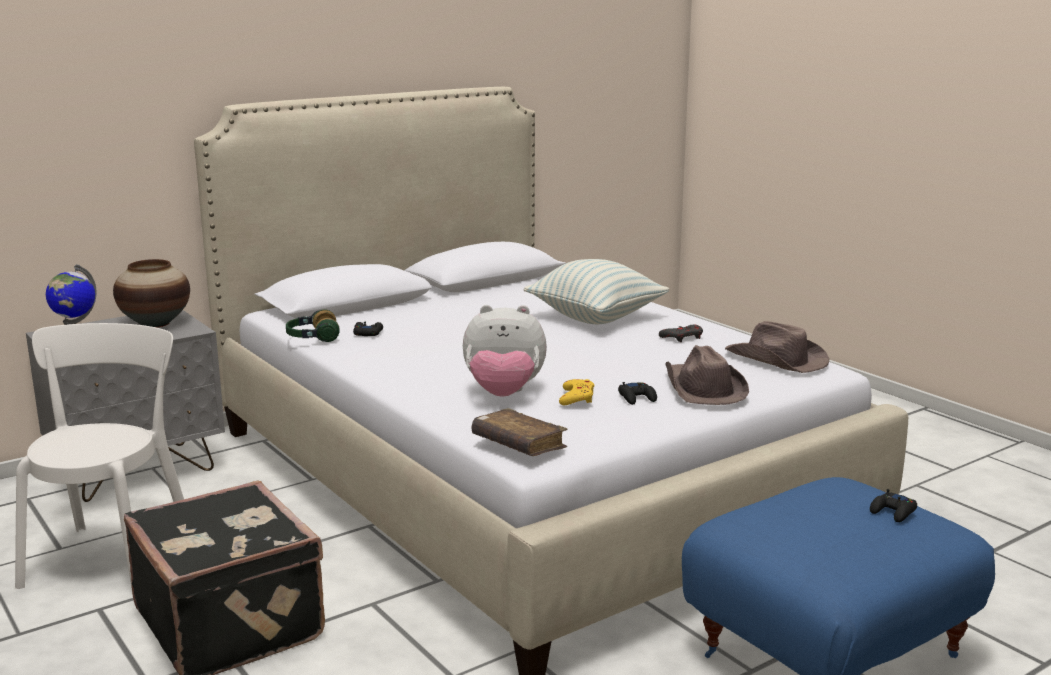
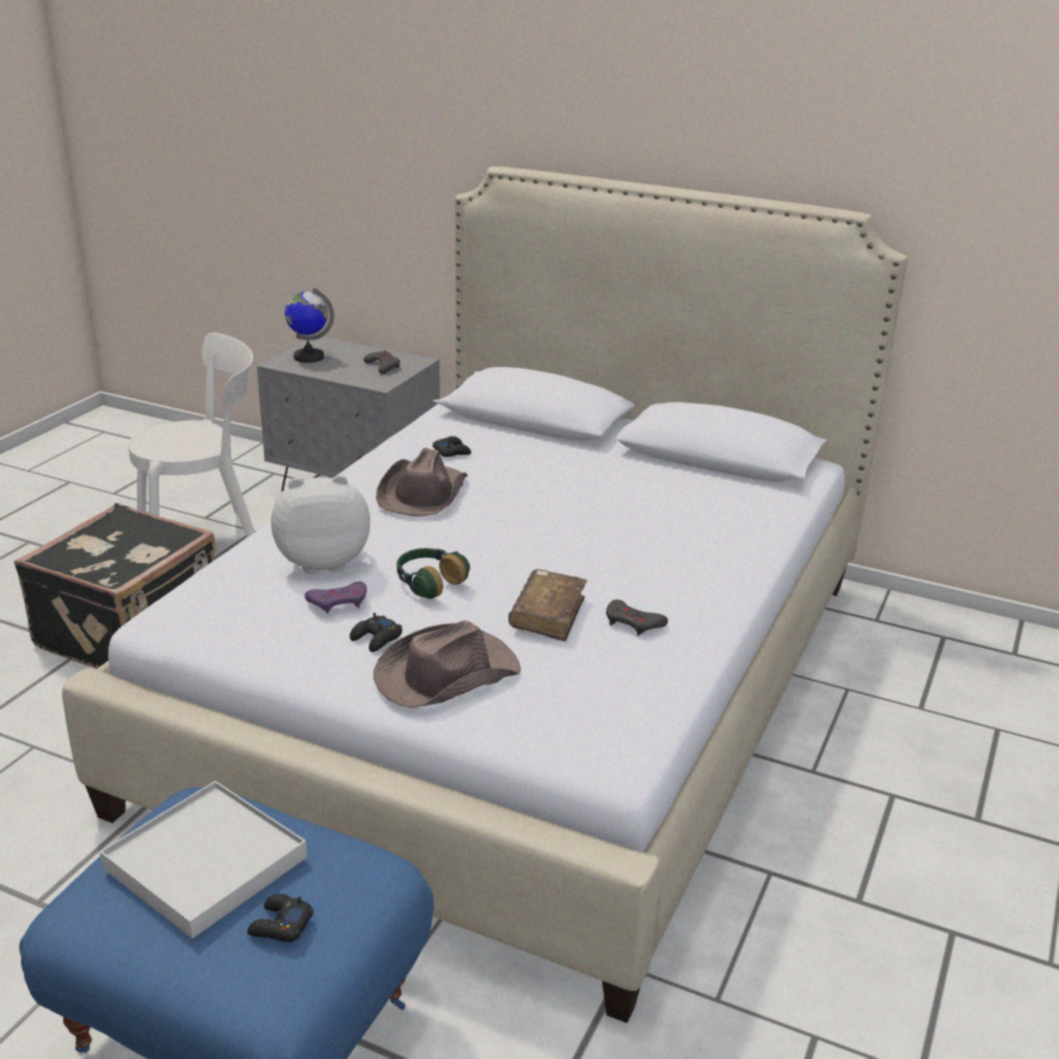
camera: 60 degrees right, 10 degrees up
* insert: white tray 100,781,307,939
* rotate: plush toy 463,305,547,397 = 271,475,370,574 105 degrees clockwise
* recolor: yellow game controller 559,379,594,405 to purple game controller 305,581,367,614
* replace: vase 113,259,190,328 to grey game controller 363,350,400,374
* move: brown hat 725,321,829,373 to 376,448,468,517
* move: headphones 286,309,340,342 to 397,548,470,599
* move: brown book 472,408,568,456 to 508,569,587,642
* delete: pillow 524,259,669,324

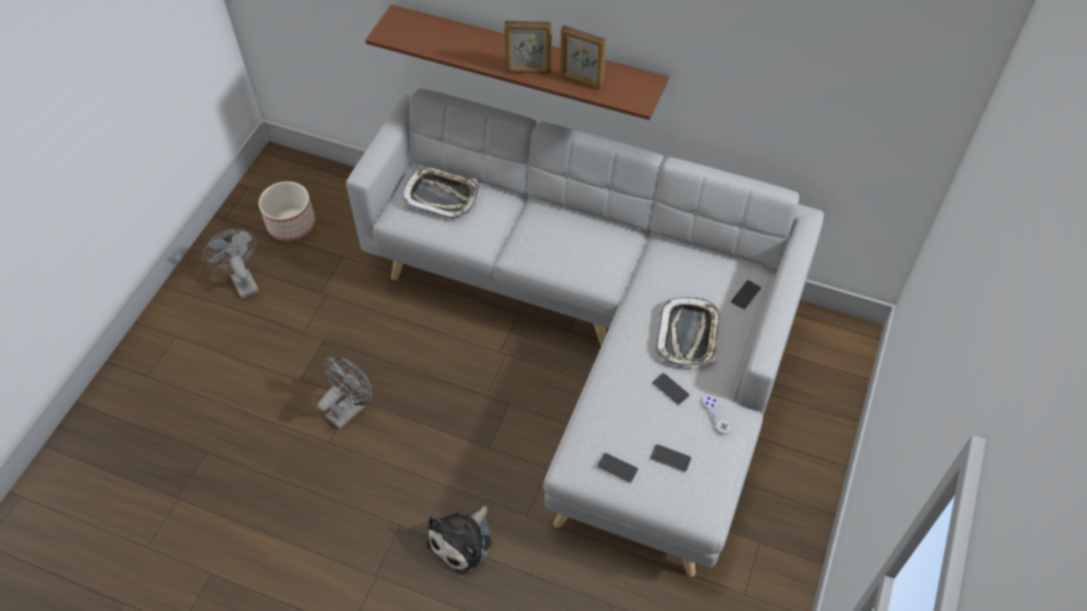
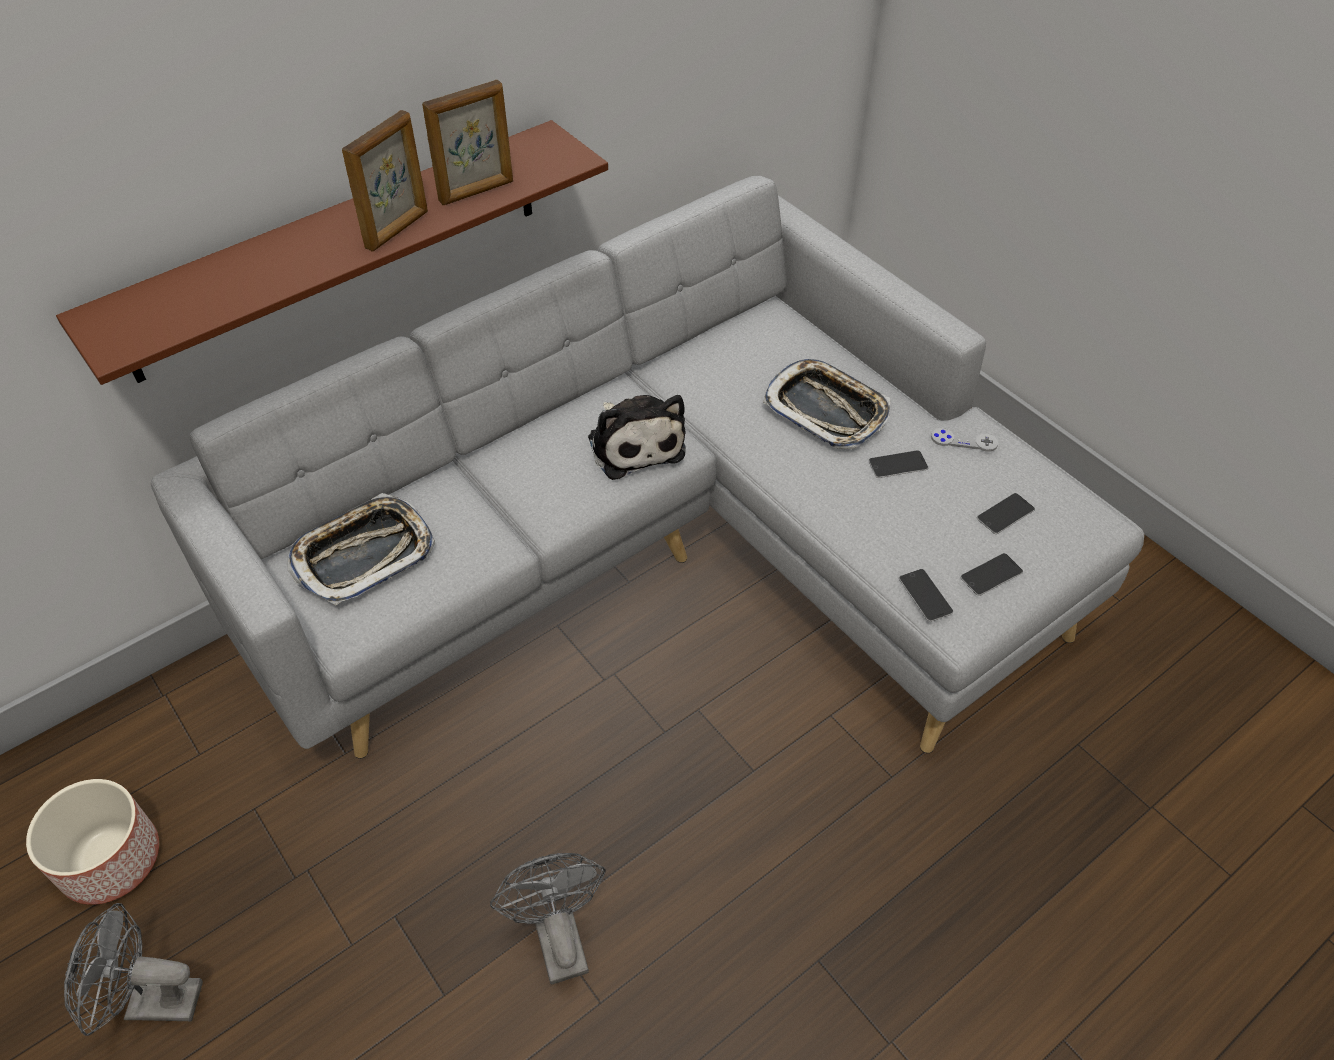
camera: 60 degrees left, 5 degrees down
* move: plush toy 426,506,492,575 to 588,395,686,480
* move: phone 730,280,761,310 to 899,569,954,622

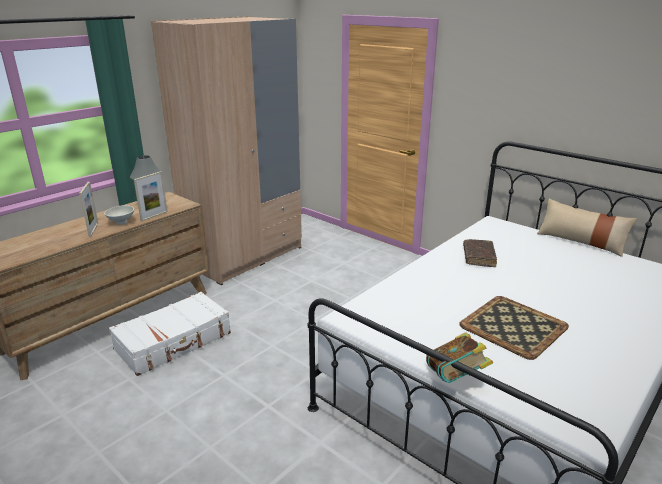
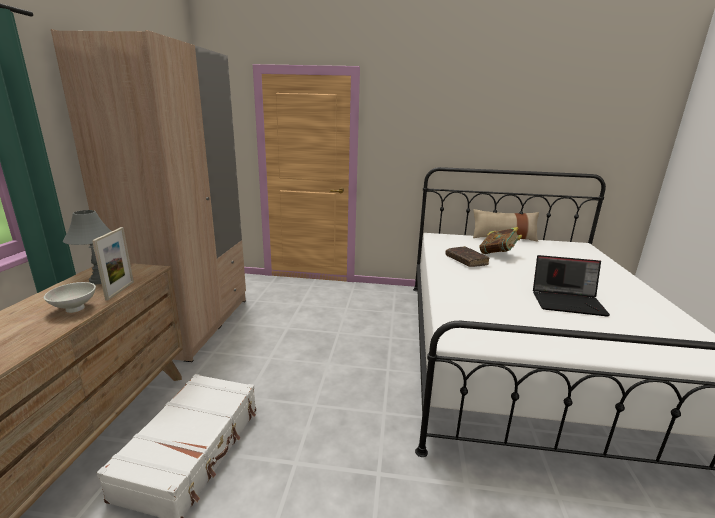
camera: 35 degrees left, 5 degrees down
* move: book 426,332,493,383 to 479,227,522,254
* replace: tray 459,296,569,360 to laptop 533,255,610,316
* delete: picture frame 79,182,98,237

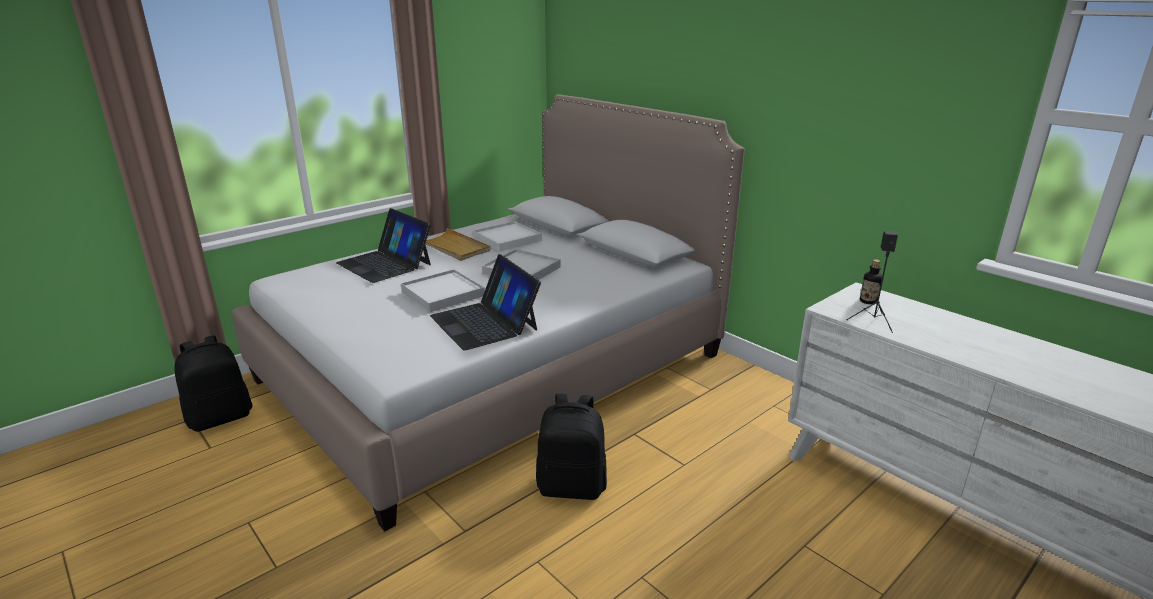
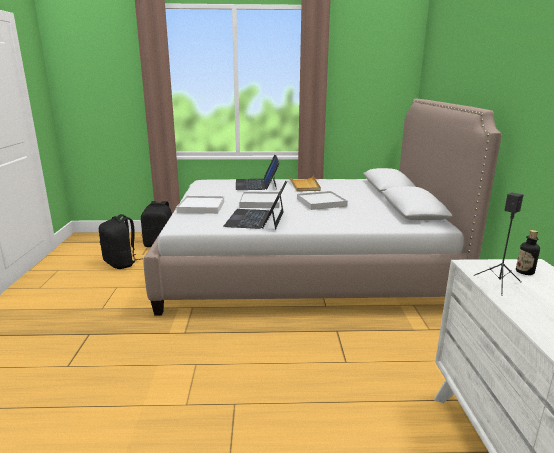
camera: 40 degrees right, 5 degrees down
* move: black backpack 536,394,607,500 to 99,214,143,269
* move: white tray 473,221,542,251 to 176,196,224,214

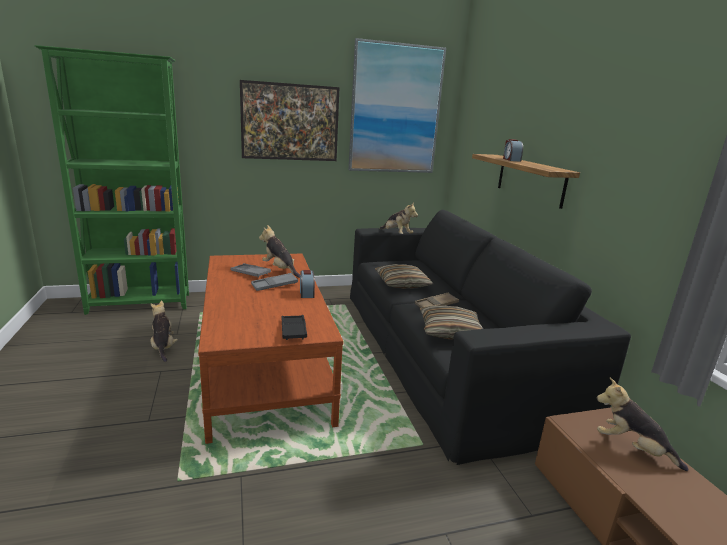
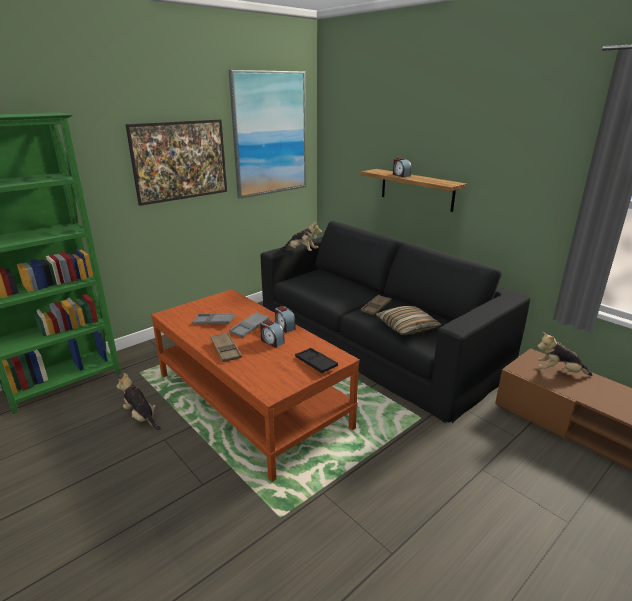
camera: 25 degrees left, 5 degrees up
* insert: brown tray 210,332,242,362
* insert: alarm clock 260,320,285,348
* delete: plush toy 259,225,300,278
* delete: pillow 375,264,433,288

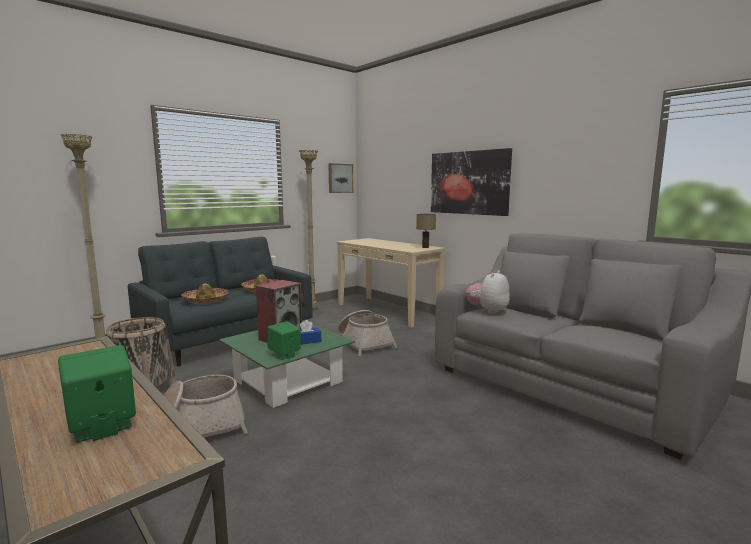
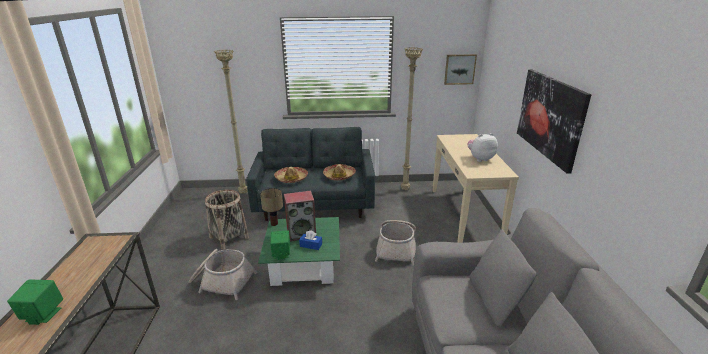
camera: 40 degrees right, 15 degrees up
* move: table lamp 416,214,436,248 to 260,188,283,226
* move: plush toy 466,270,510,314 to 467,133,498,162

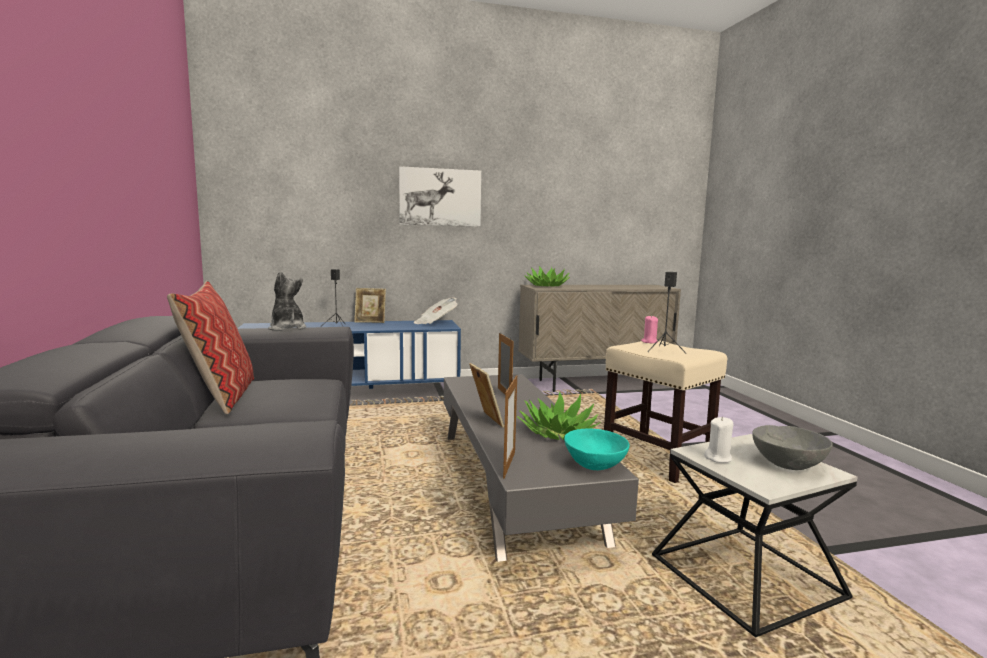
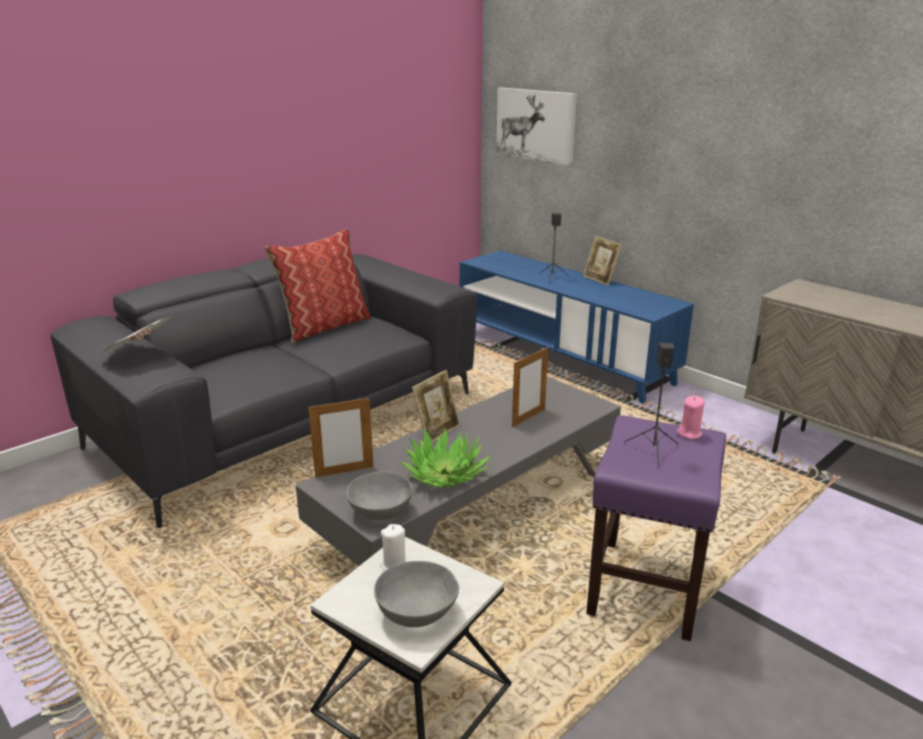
camera: 60 degrees right, 15 degrees up
* move: newspaper 414,297,458,324 to 99,315,173,355
* recolor: turquoise bowl 564,428,630,470 to grey bowl 347,472,412,520
* move: picture 399,166,481,227 to 496,88,577,166
* recolor: beige stool 604,340,727,483 to purple stool 586,415,726,641
* delete: plush toy 268,271,306,331
* delete: potted plant 524,266,570,286

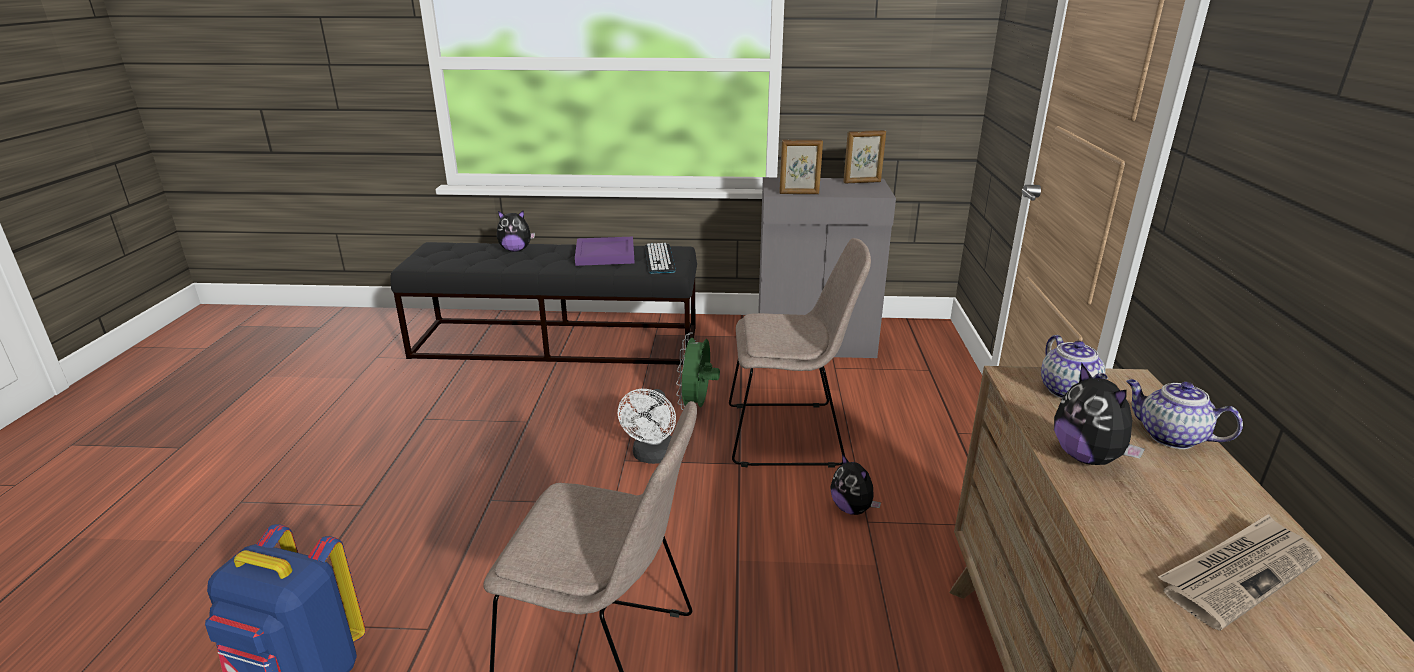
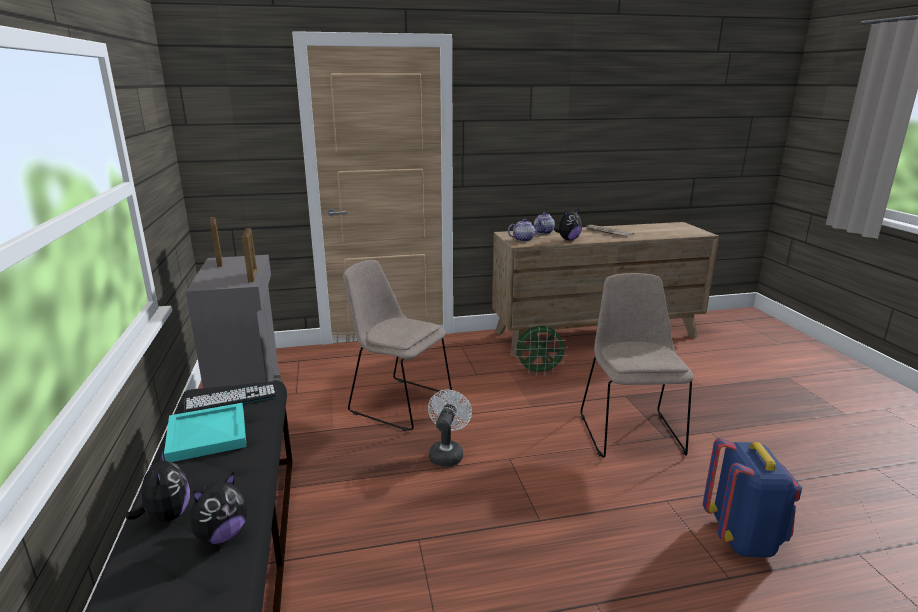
camera: 105 degrees left, 5 degrees down
* recolor: purple tray 575,237,634,266 to turquoise tray 164,403,247,462
* move: plush toy 830,454,881,515 to 190,472,248,544
* rotate: beige chair 729,238,871,468 = 343,260,452,431 45 degrees counterclockwise
* rotate: white fan 618,389,676,464 = 428,390,472,467 75 degrees counterclockwise
* move: green fan 676,332,720,410 to 515,326,568,376

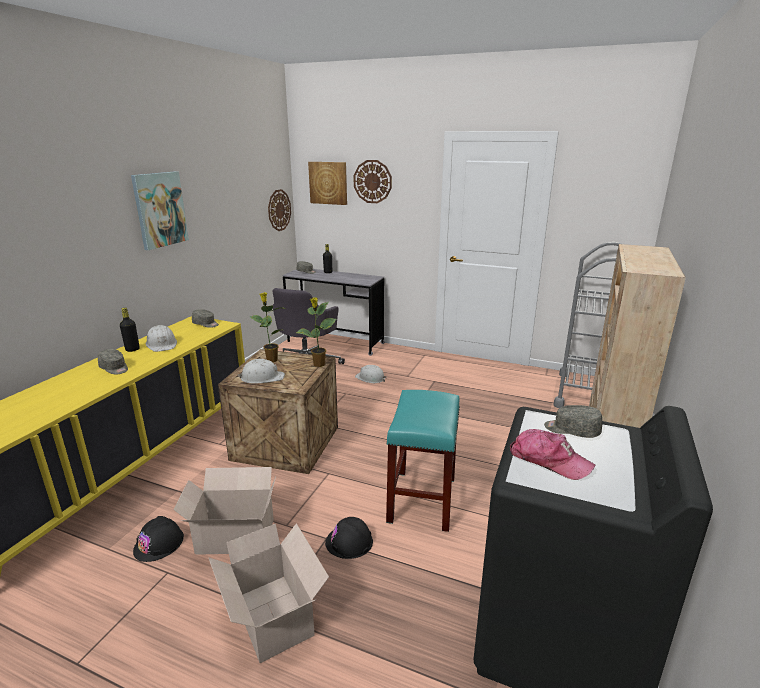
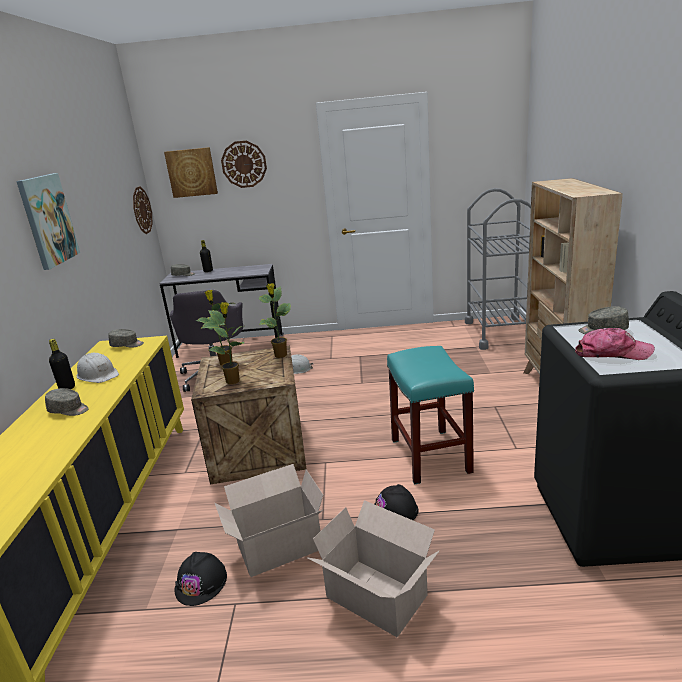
camera: 20 degrees left, 0 degrees up
* replace: white hard hat 238,359,285,384 to potted plant 200,302,245,384

